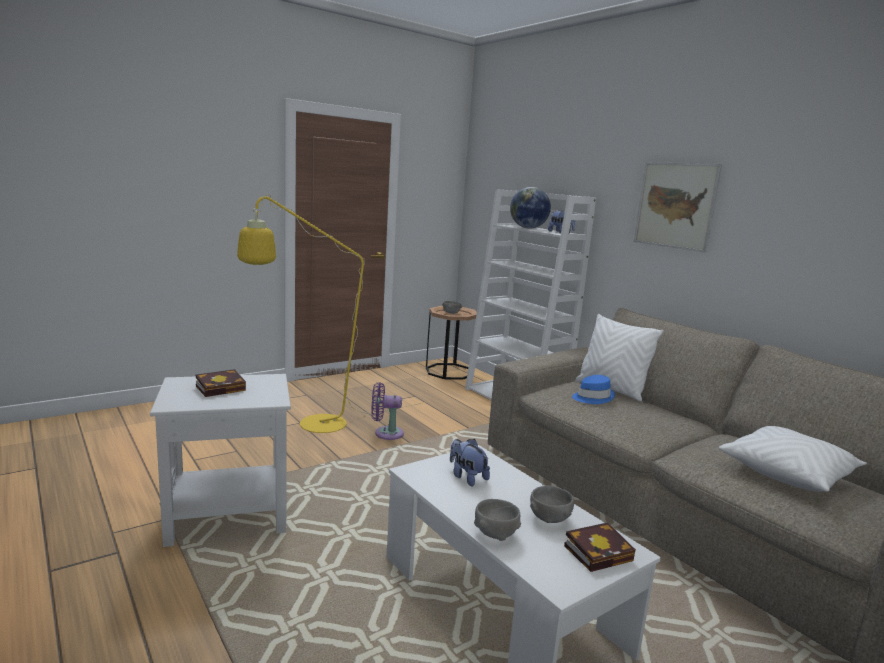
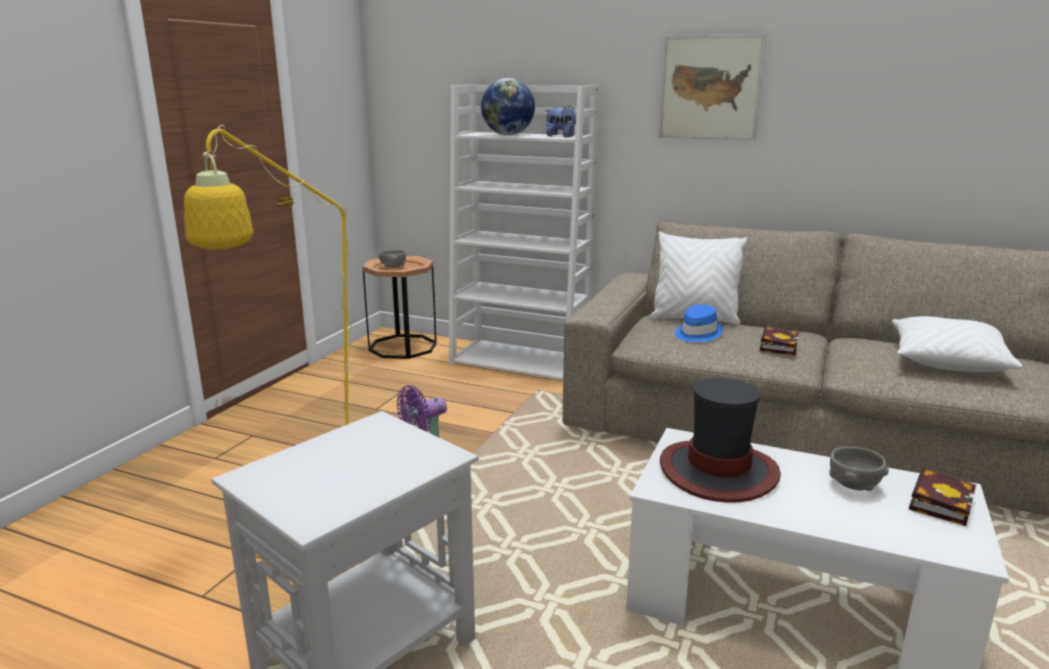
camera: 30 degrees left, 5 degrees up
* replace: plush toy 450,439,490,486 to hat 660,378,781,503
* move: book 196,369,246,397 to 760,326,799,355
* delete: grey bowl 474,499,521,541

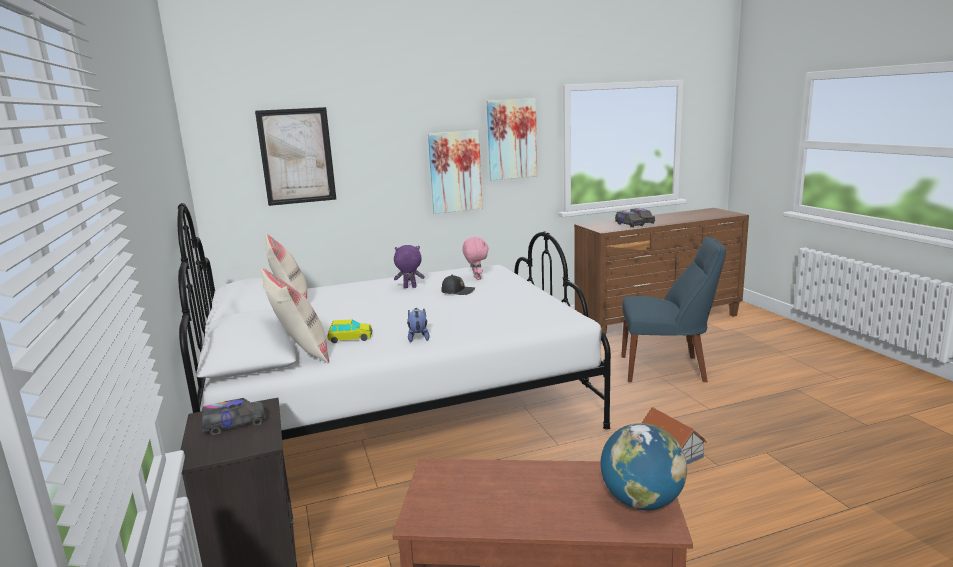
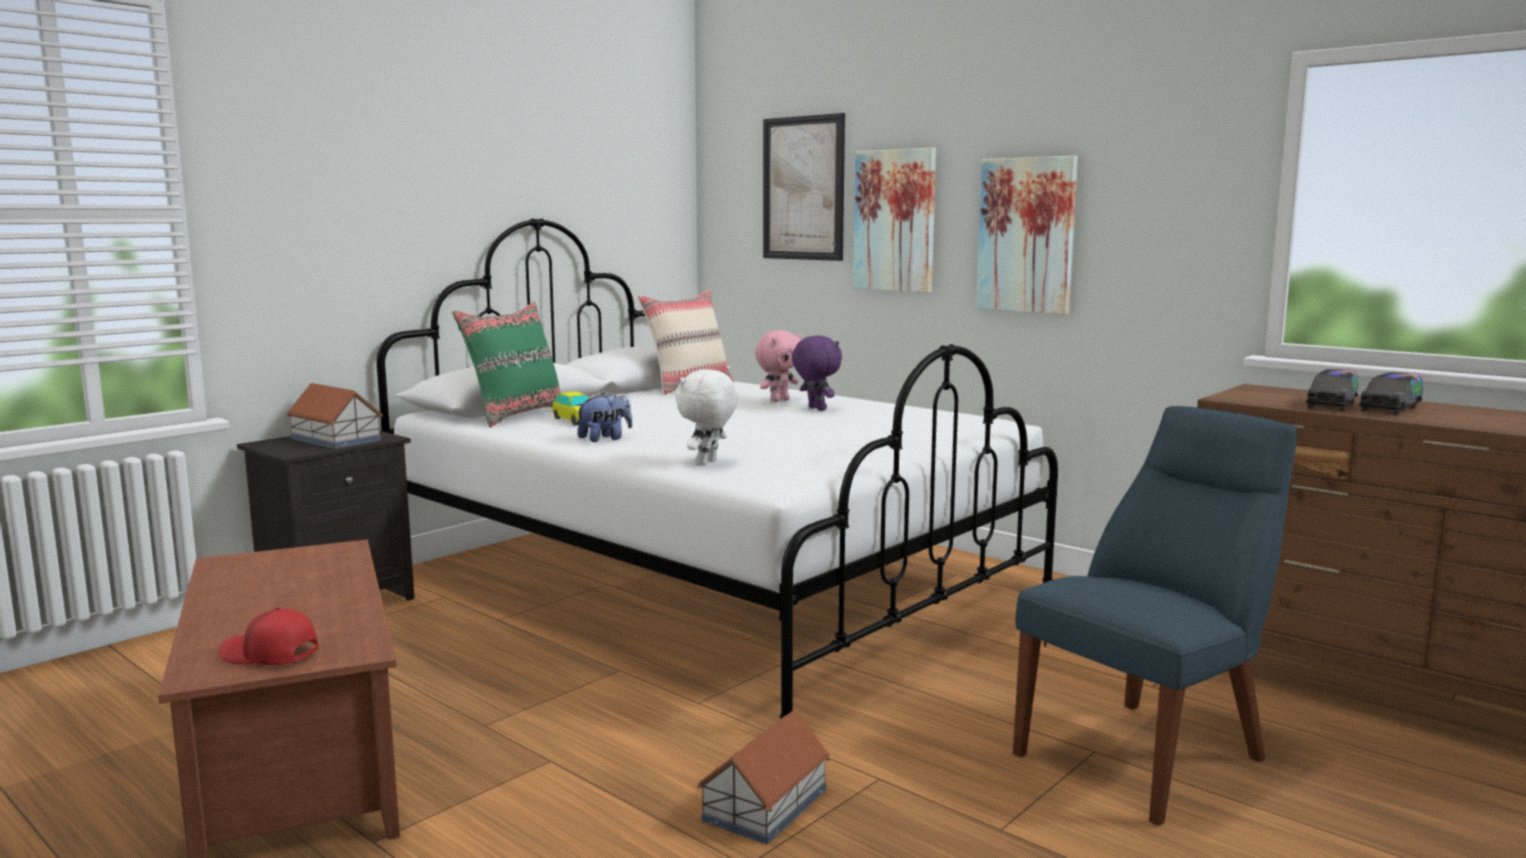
camera: 60 degrees right, 5 degrees down
* replace: globe 601,423,687,510 to red cap 219,607,319,665
* replace: toy truck 201,398,266,435 to toy house 286,383,382,449
* recolor: beige pillow 261,268,329,363 to green pillow 452,302,561,427
* insert: white plush toy 675,369,739,466
* move: pink plush toy 462,237,489,280 to 755,330,801,402
* move: picture 487,98,537,180 to 853,148,936,293
* rotate: blue chair 621,237,726,382 = 1013,406,1297,826 105 degrees counterclockwise
* delete: black cap 442,275,475,295

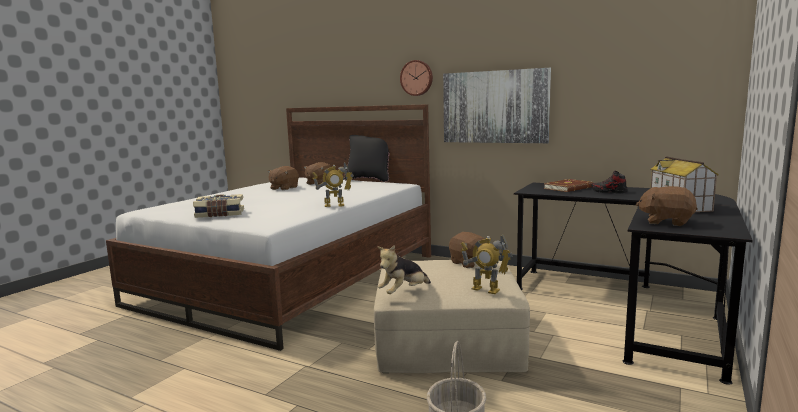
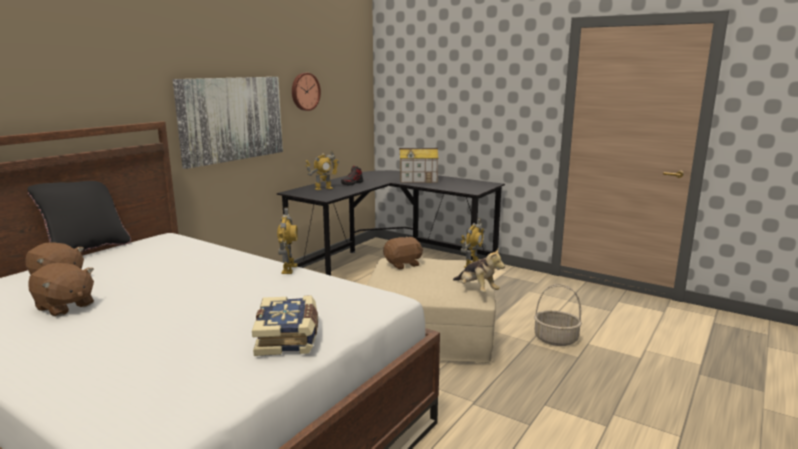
camera: 85 degrees left, 5 degrees up
* move: wall clock 400,60,433,96 to 292,73,321,111
* replace: brown book 544,179,593,192 to toy robot 305,150,339,190
* delete: brown plush toy 636,186,698,226

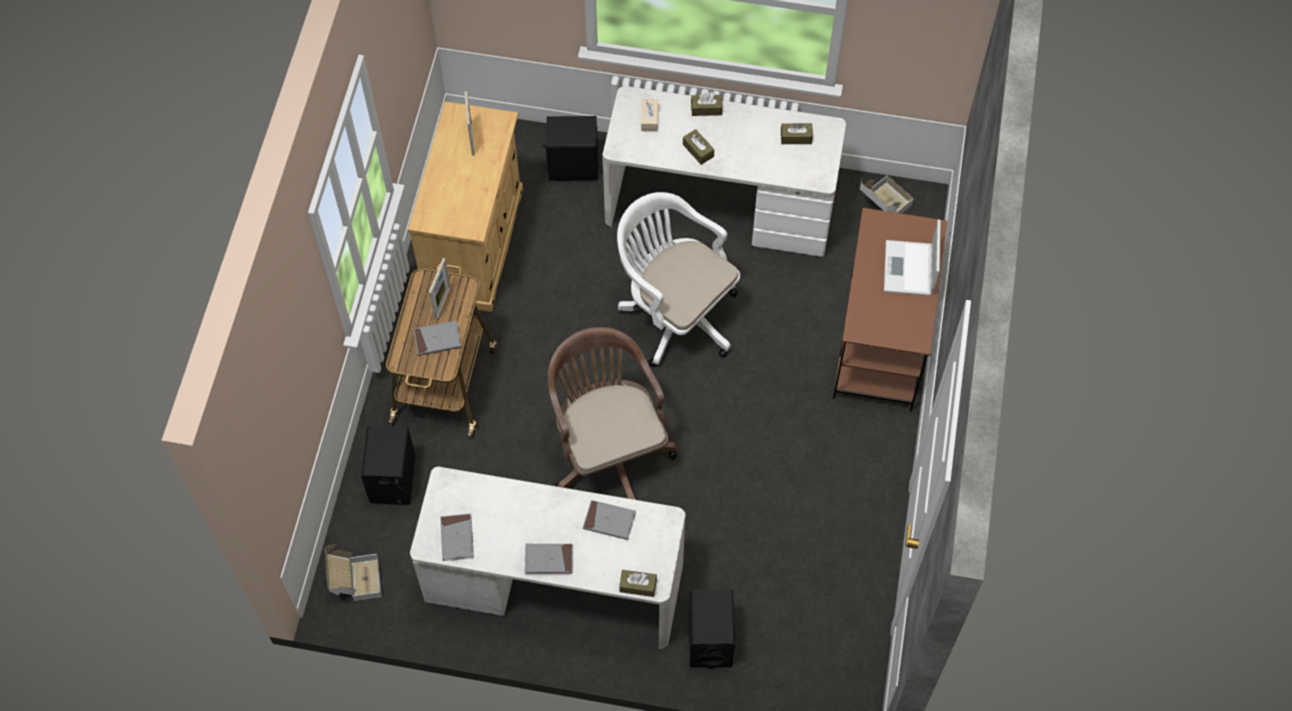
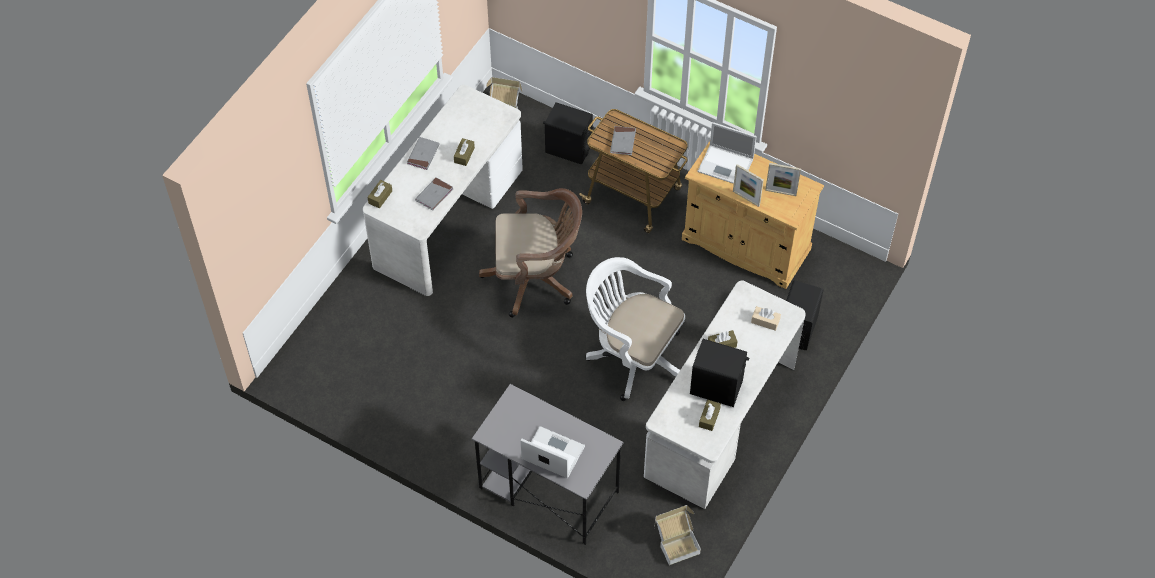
camera: 110 degrees right, 5 degrees down
* move: brown tissue box 691,92,723,116 to 454,138,475,166
* recolor: brown desk 833,208,947,412 to grey desk 472,384,624,545
* rotate: white office chair 617,192,740,367 = 585,257,685,401 120 degrees counterclockwise
* move: black speaker 689,587,735,669 to 690,339,749,407
* insert: laptop 698,122,757,184
* move: picture frame 429,258,451,321 to 733,164,764,207
* delete: grey book 440,513,474,561

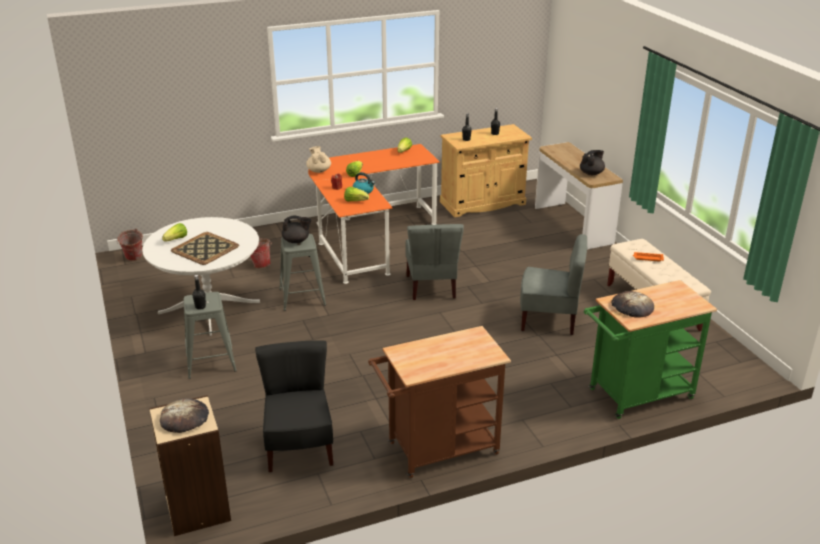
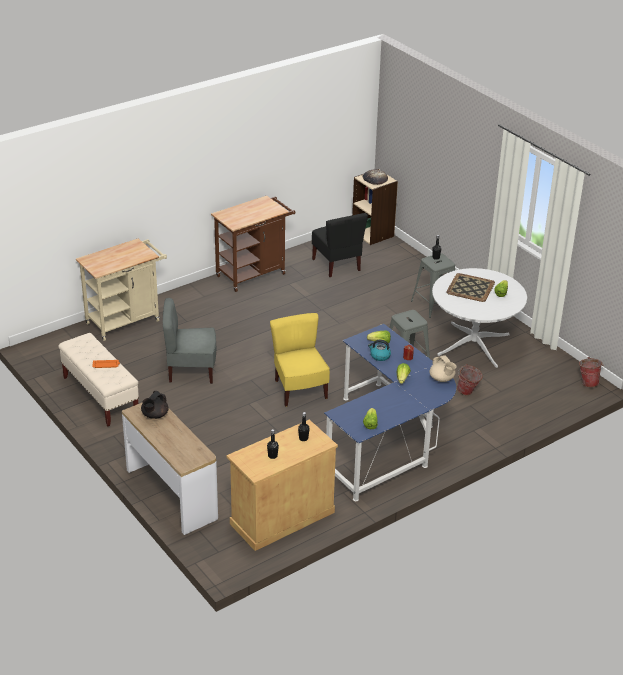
camera: 165 degrees right, 5 degrees up
* recolor: green cart 584,280,717,419 to beige cart 76,239,167,341
* recolor: grey chair 405,224,464,300 to yellow chair 270,313,330,407
* recolor: orange desk 308,144,440,284 to blue desk 324,324,456,501
* delete: black teapot 282,215,311,243
* delete: bread 611,291,654,317

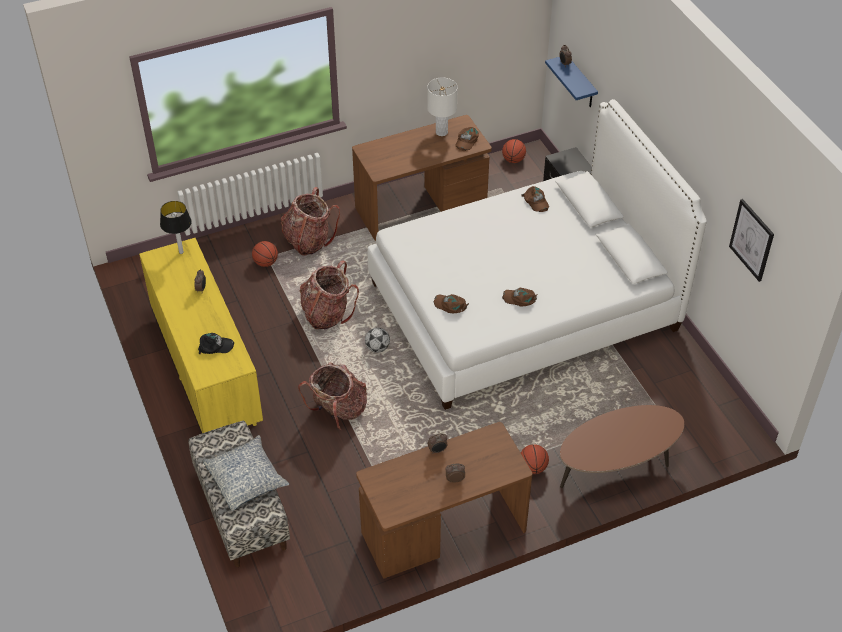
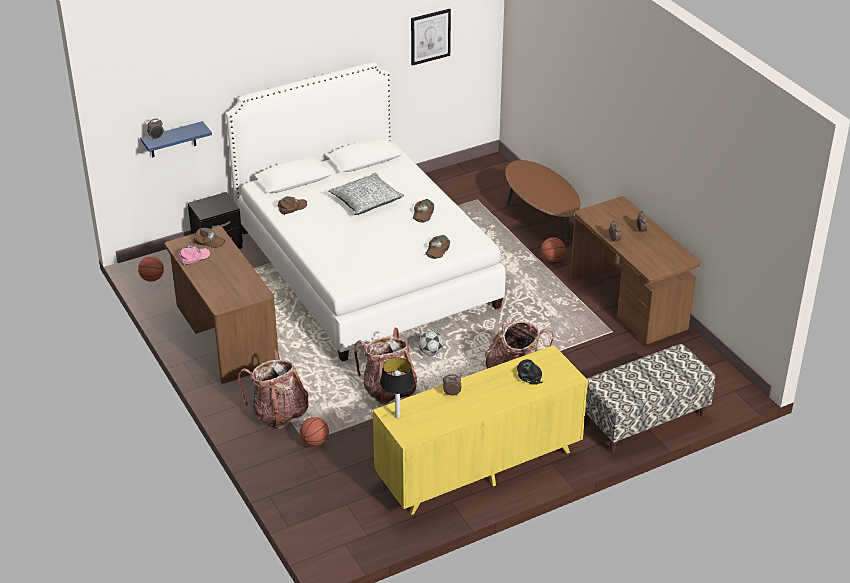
camera: 95 degrees left, 10 degrees down
* replace: white table lamp 427,78,458,136 to pink cap 178,246,210,266
* move: pillow 203,435,289,511 to 328,173,404,215

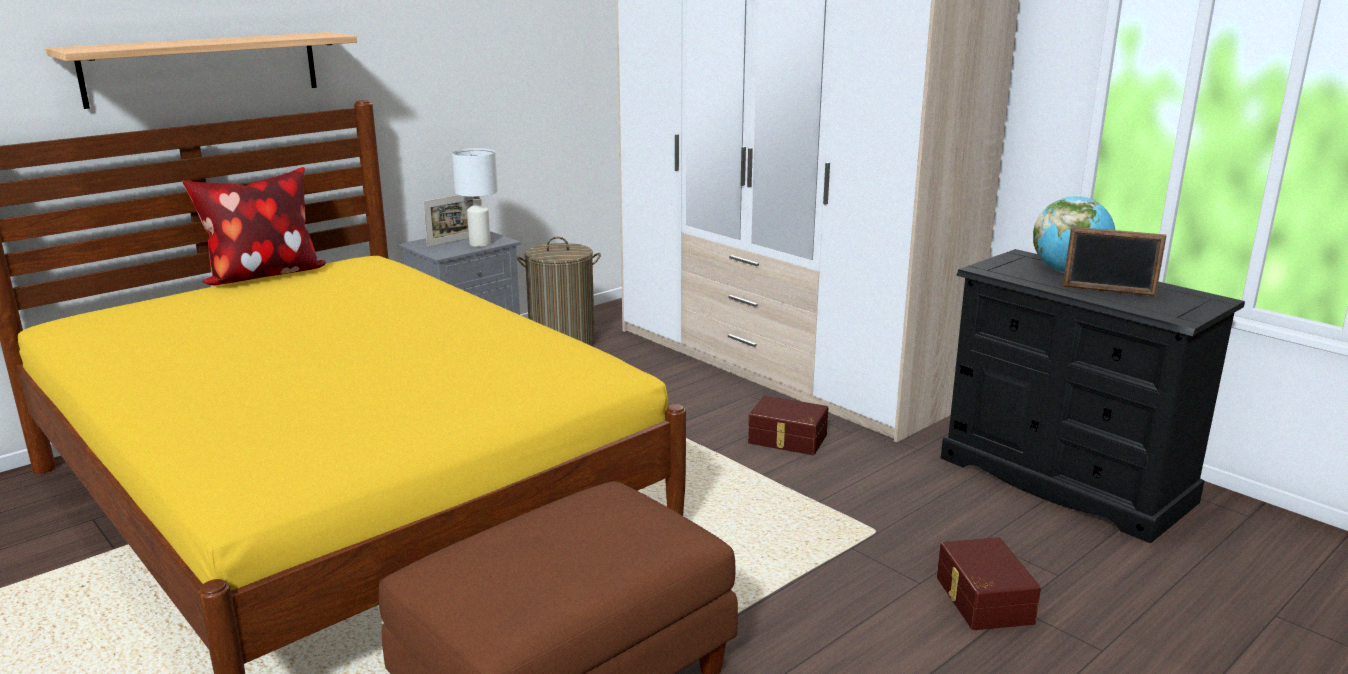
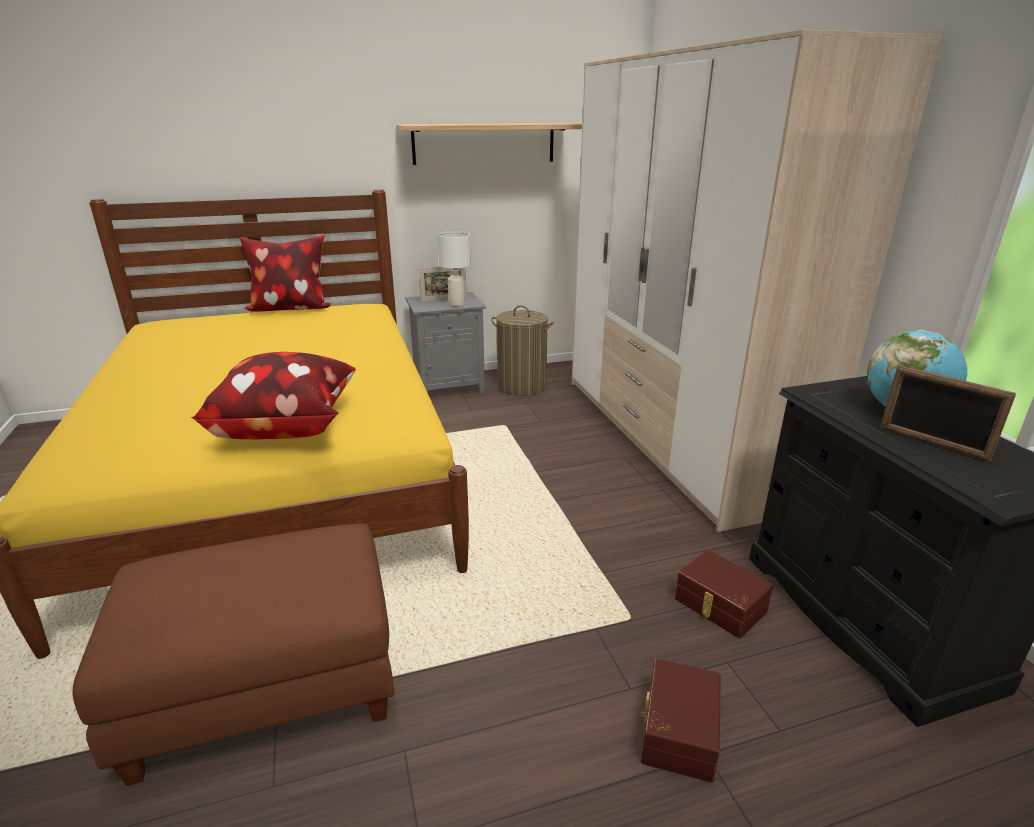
camera: 25 degrees right, 5 degrees up
* insert: pillow 191,352,356,439
* move: shelf 46,32,357,109 to 396,123,582,165
* move: brown storage box 748,396,828,455 to 675,550,773,638

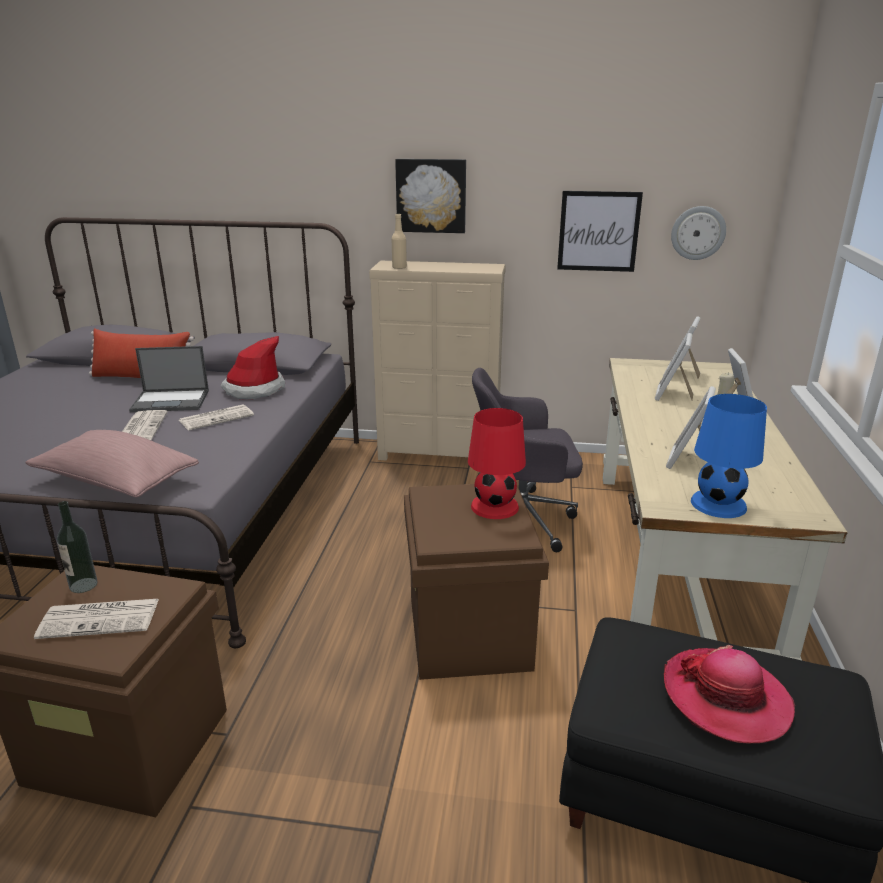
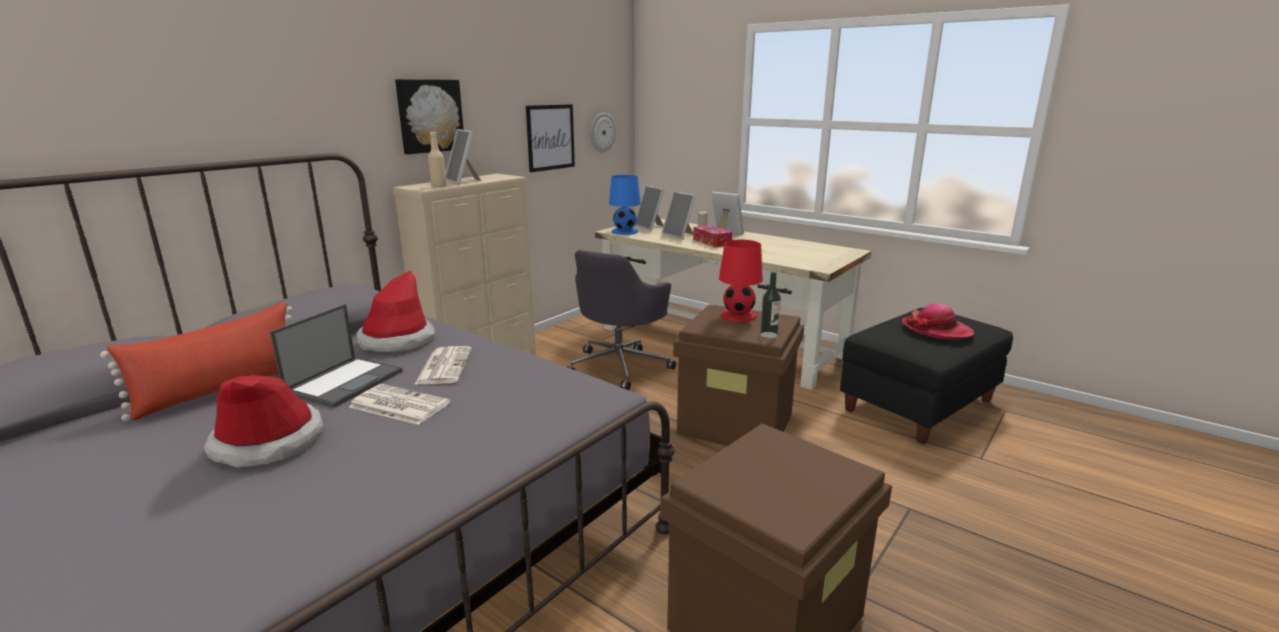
camera: 60 degrees left, 5 degrees down
* insert: hat 204,375,324,467
* move: picture frame 666,386,716,469 to 445,129,481,185
* move: blue table lamp 691,394,767,518 to 609,175,641,235
* insert: tissue box 693,225,732,248
* move: bottle 57,501,98,593 to 760,272,781,338
* delete: pink pillow 25,430,199,497
* delete: newspaper 34,599,159,639

